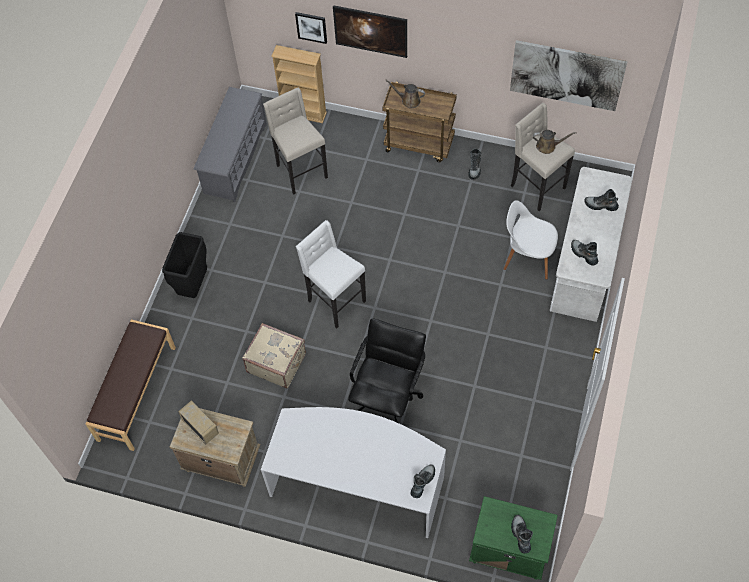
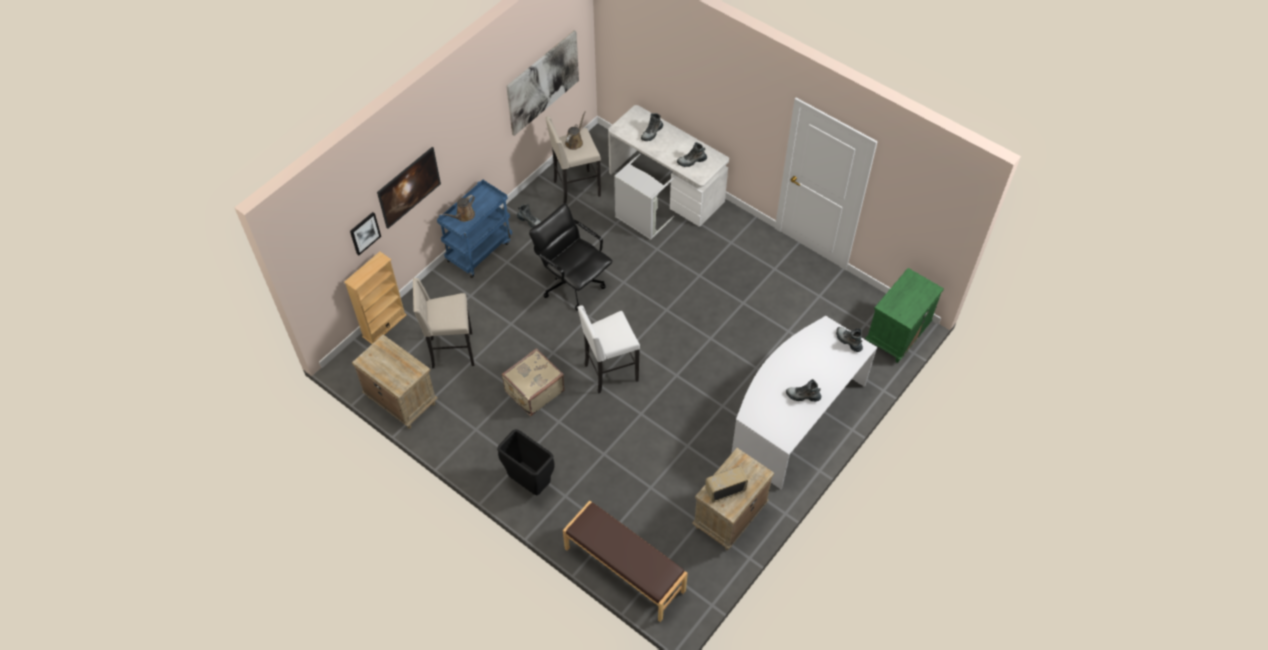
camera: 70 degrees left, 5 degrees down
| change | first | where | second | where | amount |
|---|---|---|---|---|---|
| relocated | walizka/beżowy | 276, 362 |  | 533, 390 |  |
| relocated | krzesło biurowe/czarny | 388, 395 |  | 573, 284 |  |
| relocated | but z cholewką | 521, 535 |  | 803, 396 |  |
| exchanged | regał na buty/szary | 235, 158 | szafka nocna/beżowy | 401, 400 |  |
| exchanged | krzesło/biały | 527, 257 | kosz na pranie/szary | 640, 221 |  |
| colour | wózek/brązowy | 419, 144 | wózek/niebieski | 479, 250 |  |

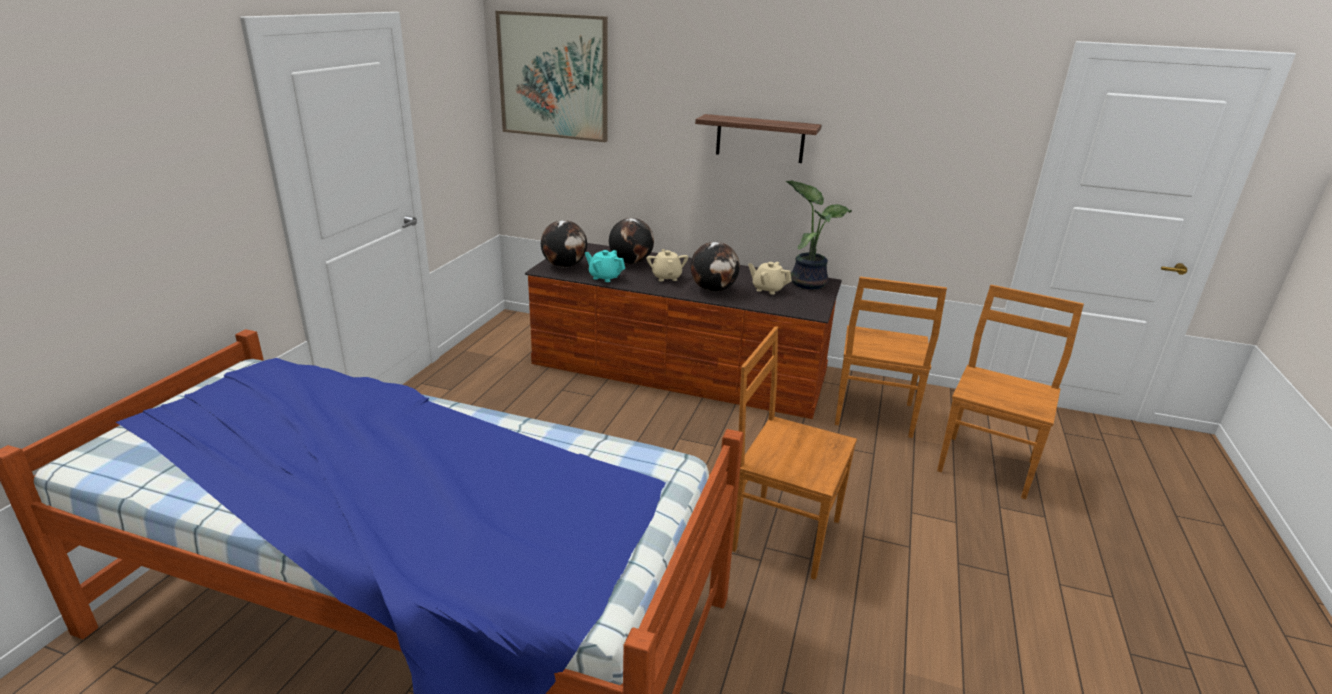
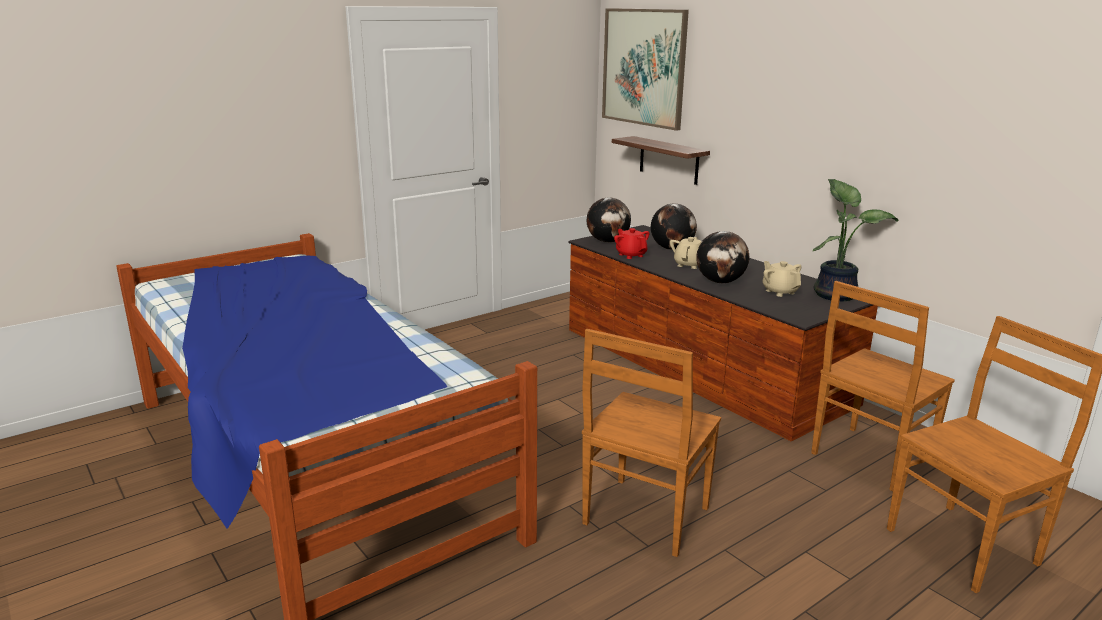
camera: 35 degrees right, 5 degrees down
| change | first | where | second | where | amount |
|---|---|---|---|---|---|
| relocated | półka | 760, 139 |  | 669, 160 |  |
| colour | imbryk/turkusowy | 605, 277 | imbryk/czerwony | 631, 255 |  |
| spun | krzesło/brązowy | 783, 533 |  | 644, 518 | 120 degrees counterclockwise |

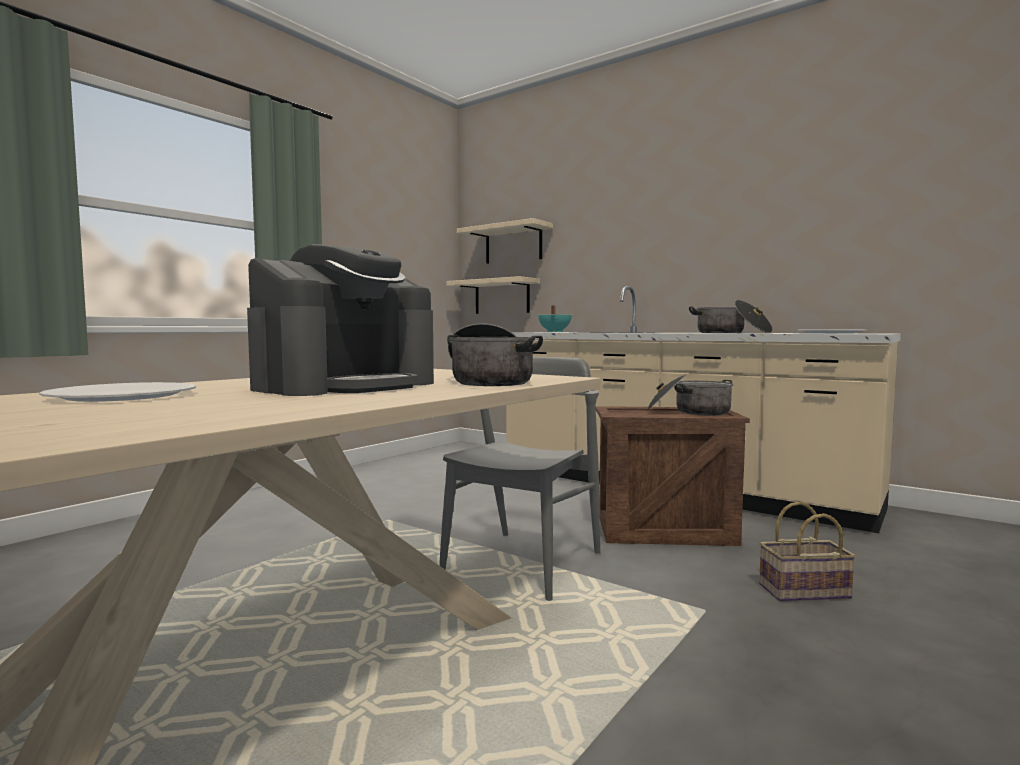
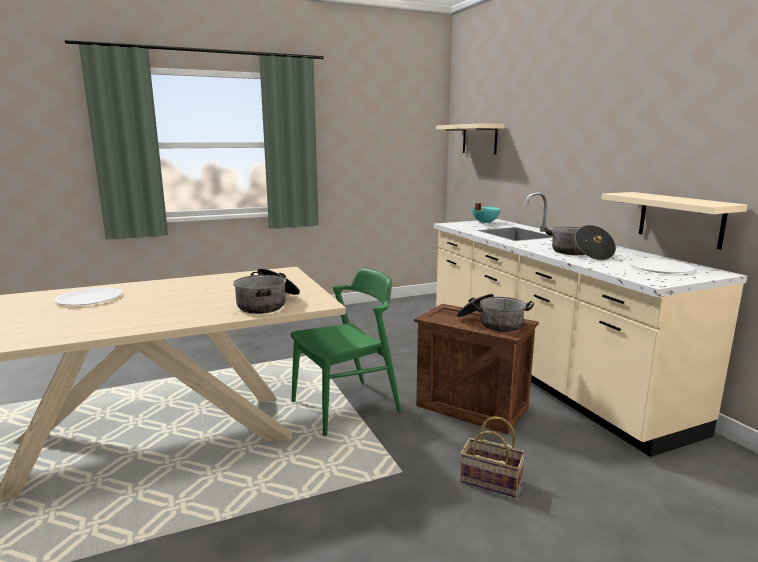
camera: 30 degrees right, 10 degrees up
| change | first | where | second | where | amount |
|---|---|---|---|---|---|
| missing | ekspres do kawy | 346, 386 |  |  |  |
| relocated | półka/beżowy | 502, 297 |  | 680, 219 |  |
| colour | krzesło/szary | 524, 563 | krzesło/zielony | 346, 407 |  |

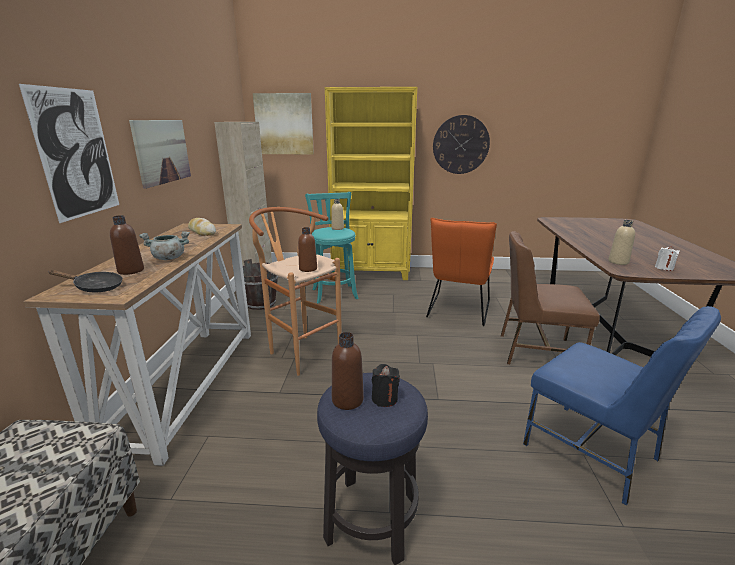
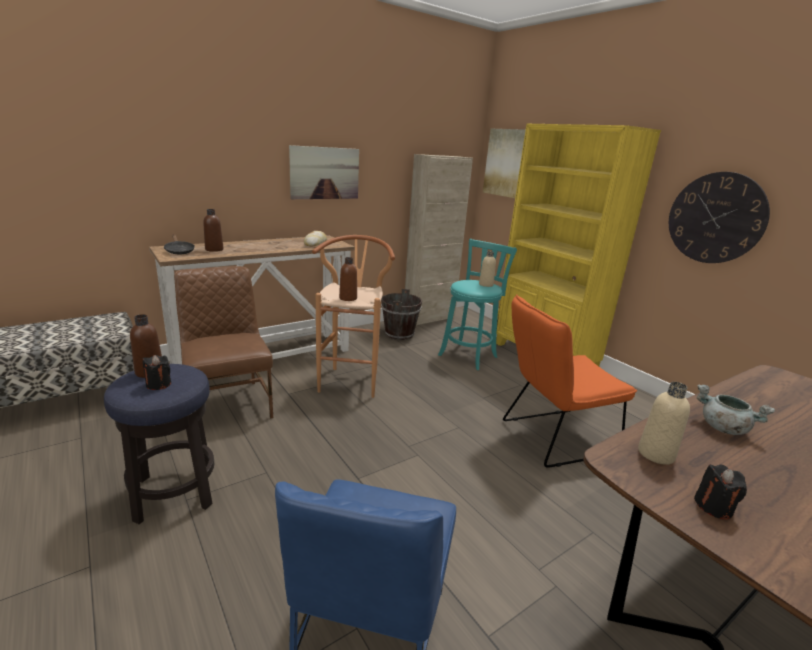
camera: 50 degrees right, 0 degrees up
| change | first | where | second | where | amount |
|---|---|---|---|---|---|
| missing | obraz | 76, 153 |  |  |  |
| relocated | garnek/szary | 169, 258 |  | 722, 428 |  |
| relocated | krzesło/brązowy | 536, 351 |  | 229, 404 |  |
| colour | świeca/biały | 664, 268 | świeca/czarny | 713, 507 |  |

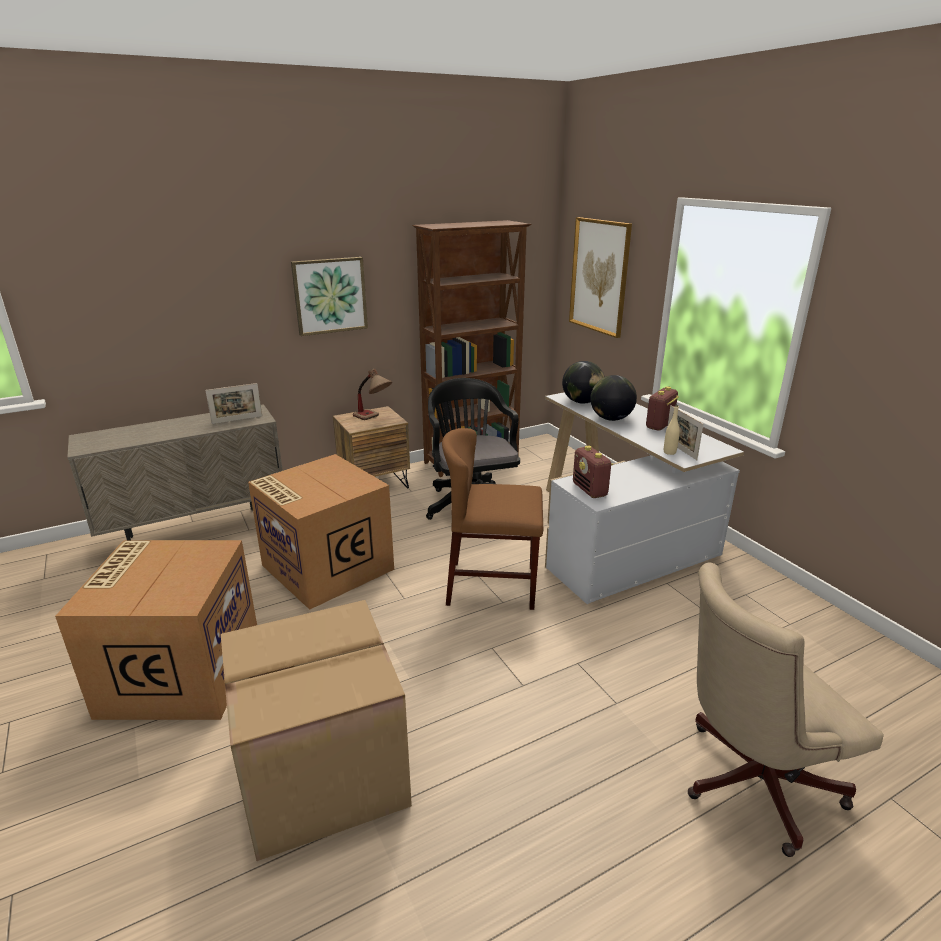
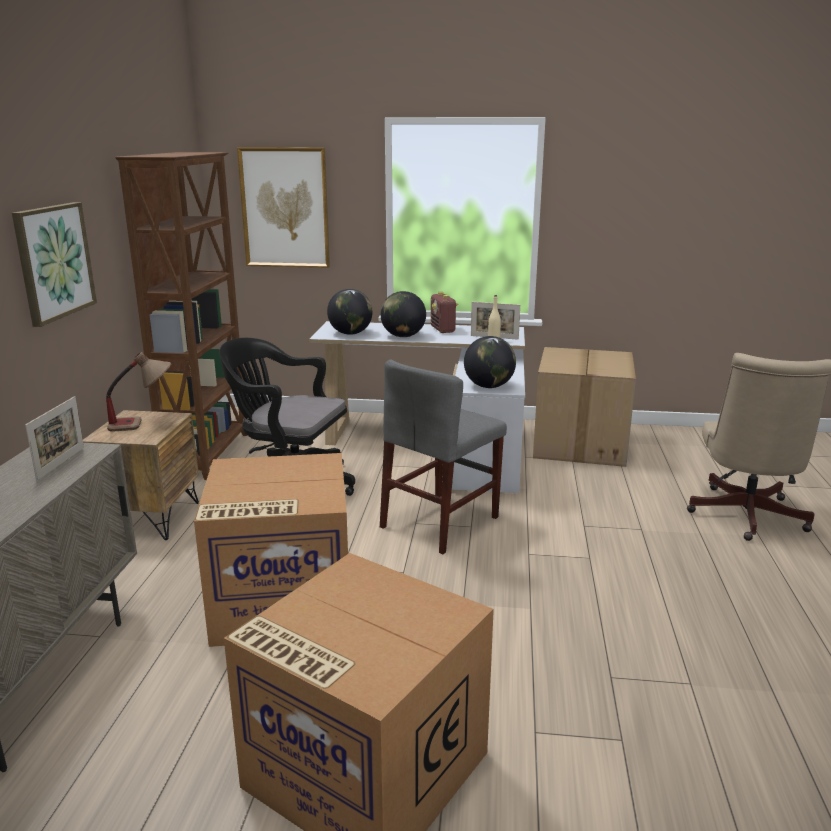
camera: 55 degrees left, 5 degrees down
| change | first | where | second | where | amount |
|---|---|---|---|---|---|
| relocated | karton | 320, 773 |  | 581, 445 |  |
| exchanged | radio | 590, 490 | globus | 488, 386 |  |
| colour | krzesło/brązowy | 492, 585 | krzesło/szary | 440, 522 |  |

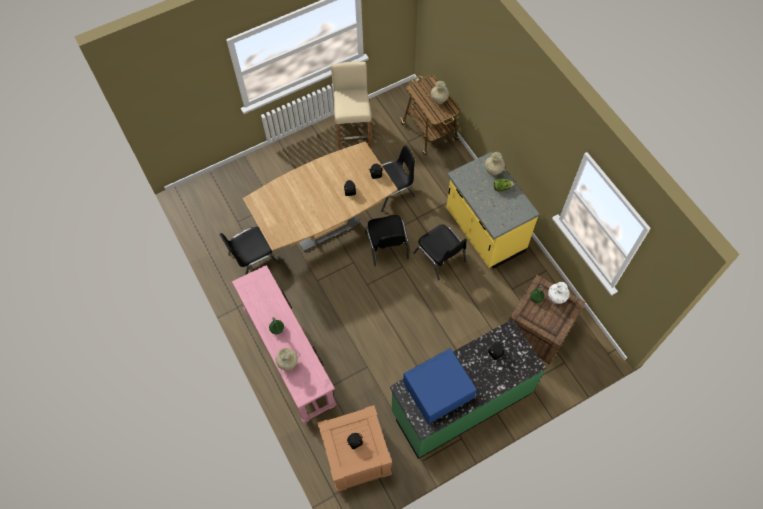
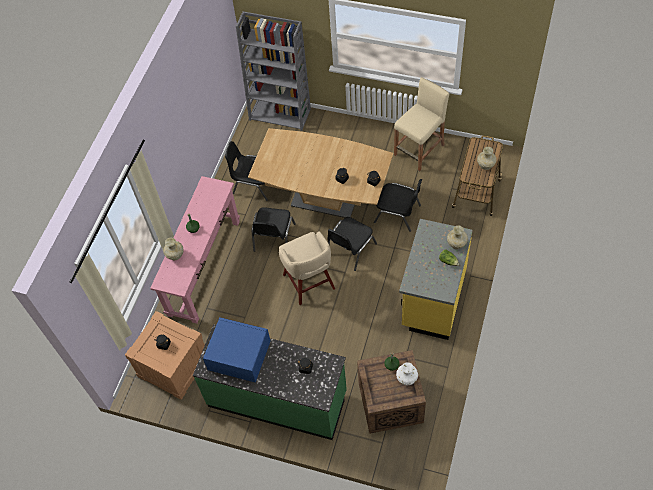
camera: 50 degrees right, 5 degrees down
| change | first | where | second | where | amount |
|---|---|---|---|---|---|
| appeared |  |  | regał/szary | 280, 114 |  |
| appeared |  |  | stołek/beżowy | 309, 283 |  |
| relocated | krzesło/czarny | 440, 257 |  | 273, 238 |  |

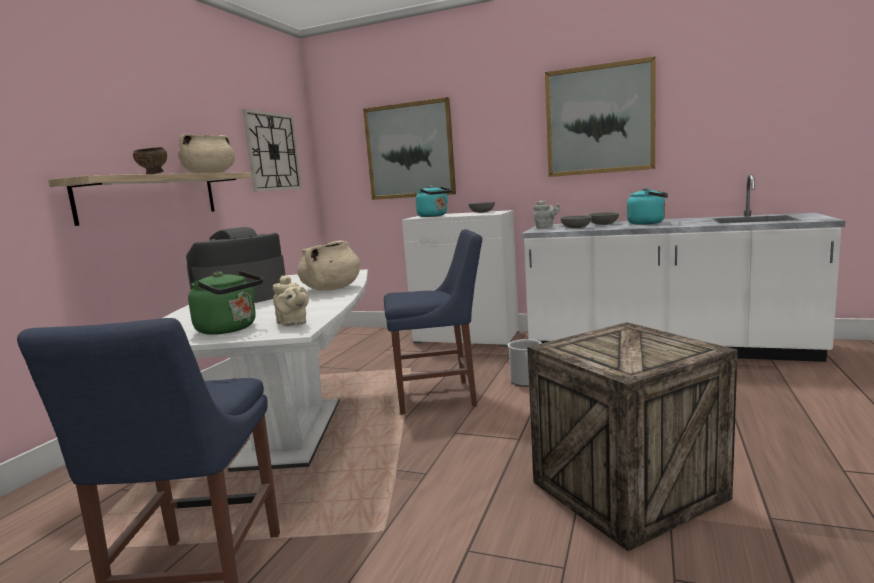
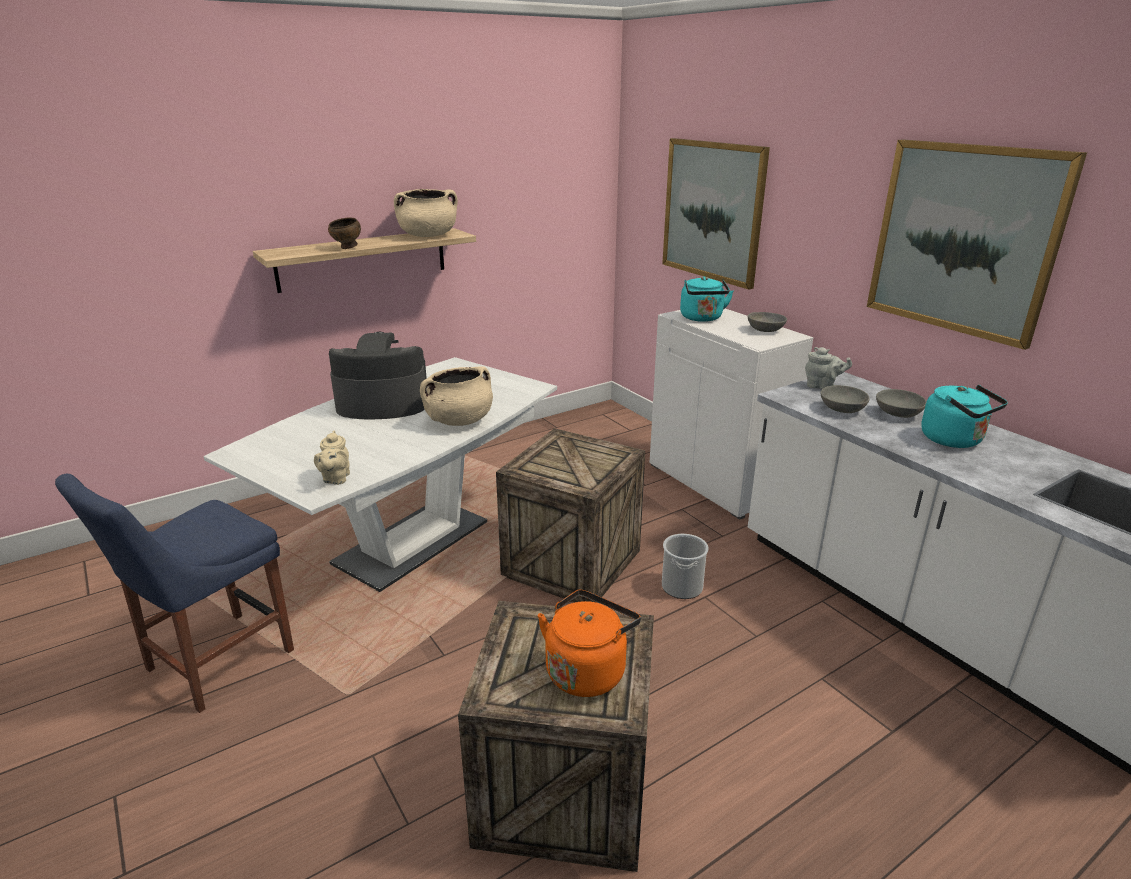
camera: 35 degrees right, 15 degrees up
| change | first | where | second | where | amount |
|---|---|---|---|---|---|
| missing | czajnik/zielony | 230, 329 |  |  |  |
| missing | zegar ścienny | 272, 152 |  |  |  |
| appeared |  |  | czajnik/pomarańczowy | 587, 670 |  |
| exchanged | krzesło/niebieski | 440, 397 | skrzynka | 573, 564 |  |

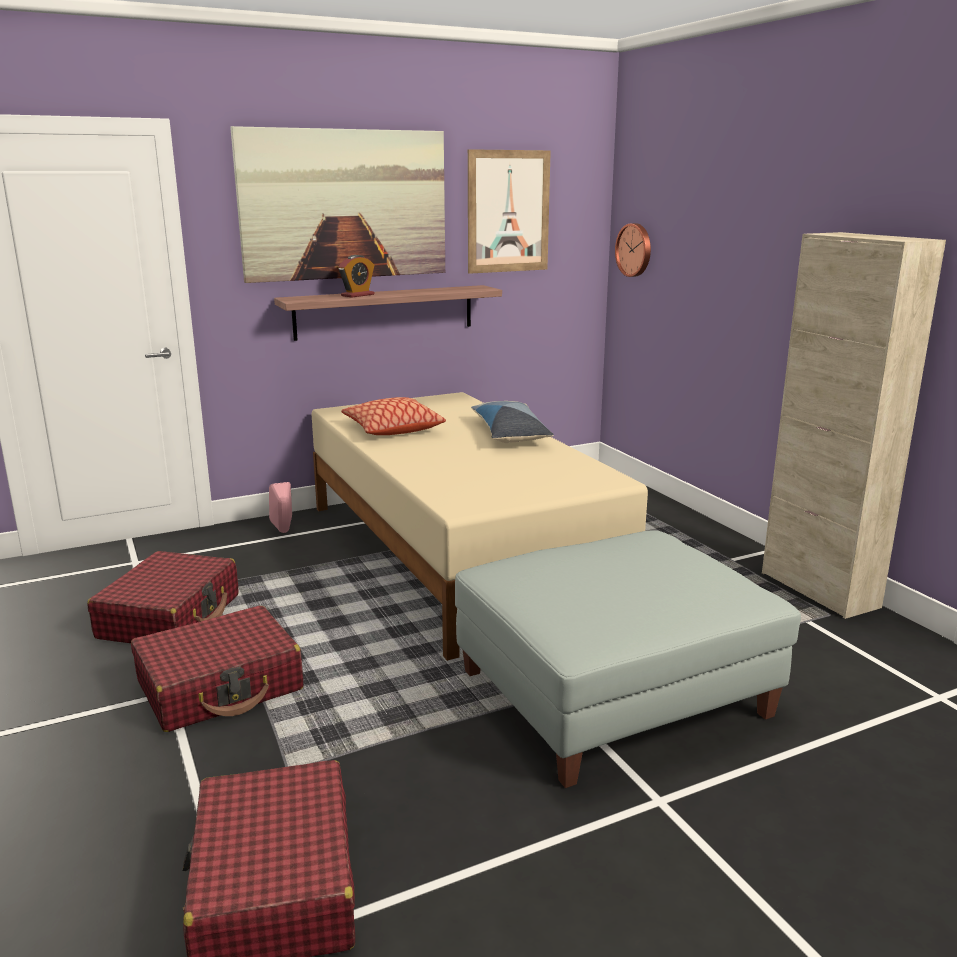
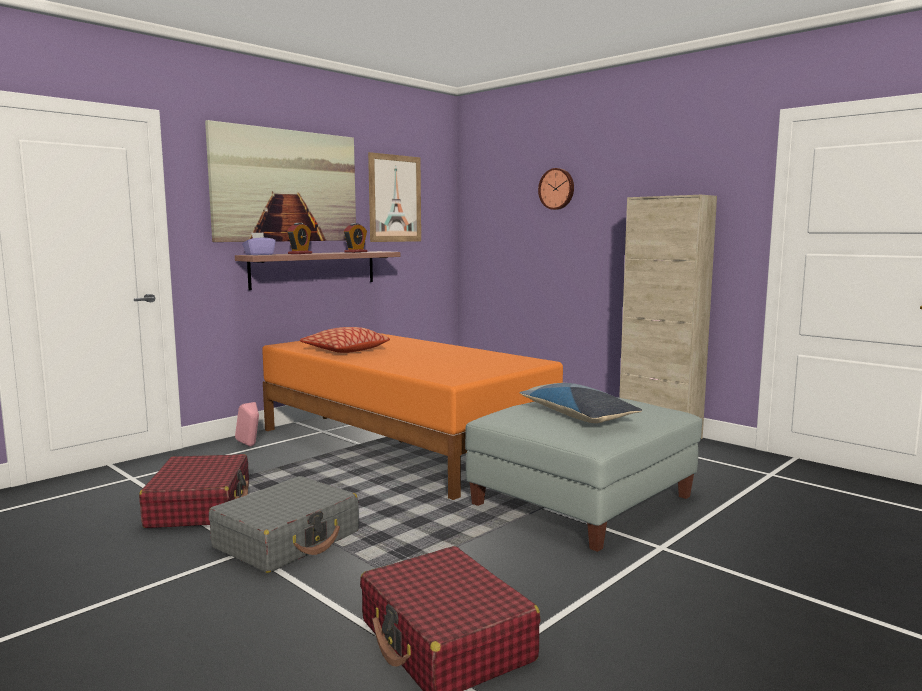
camera: 20 degrees left, 10 degrees down
| change | first | where | second | where | amount |
|---|---|---|---|---|---|
| appeared |  |  | pudełko chusteczek/fioletowy | 259, 254 |  |
| appeared |  |  | budzik | 356, 252 |  |
| relocated | poduszka | 510, 434 |  | 577, 415 |  |
| relocated | zegar ścienny | 635, 250 |  | 557, 189 |  |
| colour | walizka/czerwony | 221, 686 | walizka/szary | 287, 540 |  |
| colour | łóżko/beżowy | 458, 553 | łóżko/pomarańczowy | 403, 442 |  |

